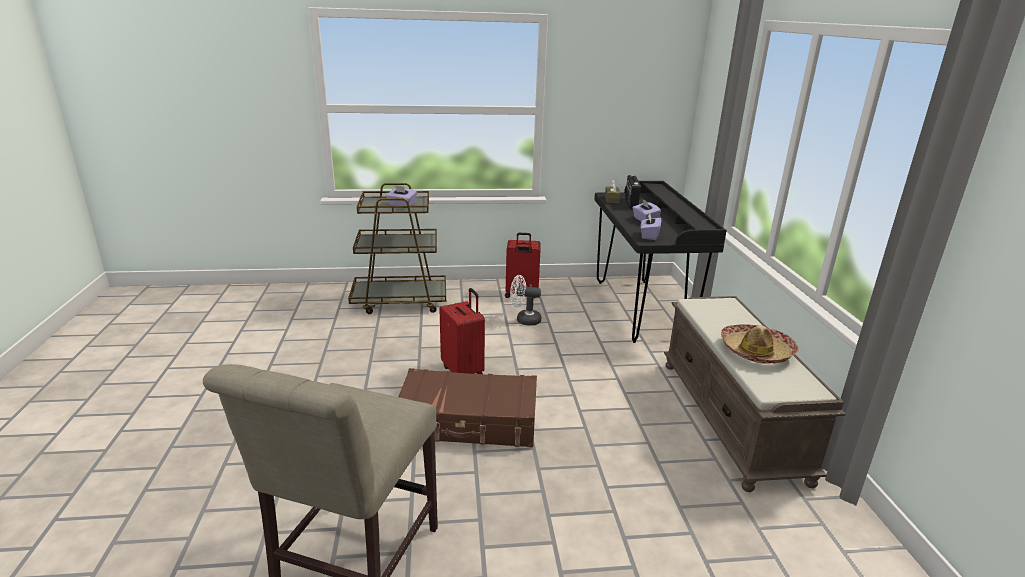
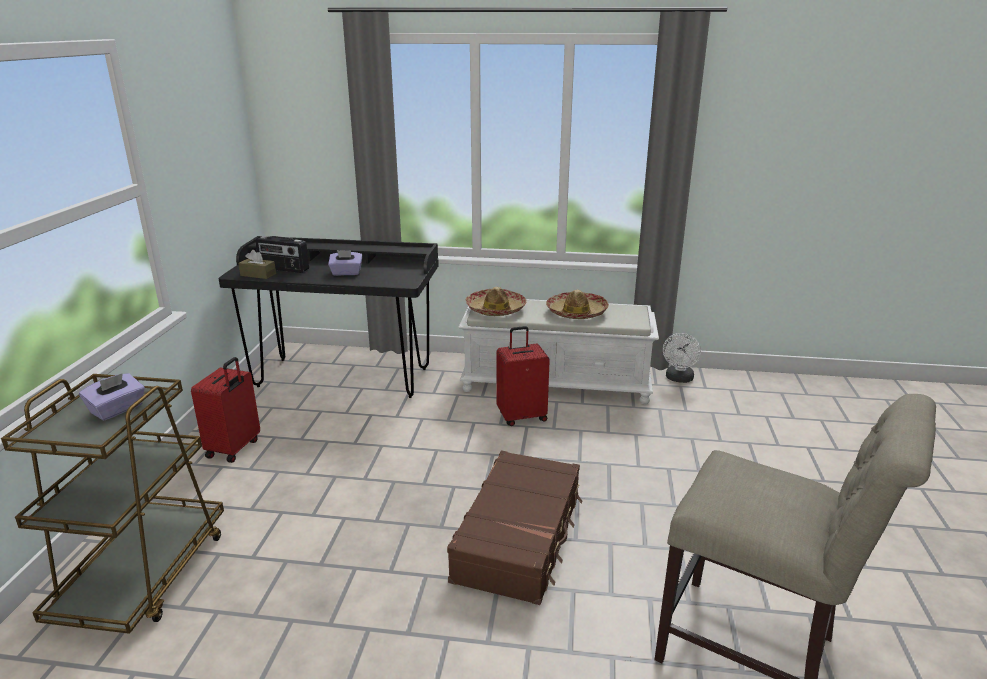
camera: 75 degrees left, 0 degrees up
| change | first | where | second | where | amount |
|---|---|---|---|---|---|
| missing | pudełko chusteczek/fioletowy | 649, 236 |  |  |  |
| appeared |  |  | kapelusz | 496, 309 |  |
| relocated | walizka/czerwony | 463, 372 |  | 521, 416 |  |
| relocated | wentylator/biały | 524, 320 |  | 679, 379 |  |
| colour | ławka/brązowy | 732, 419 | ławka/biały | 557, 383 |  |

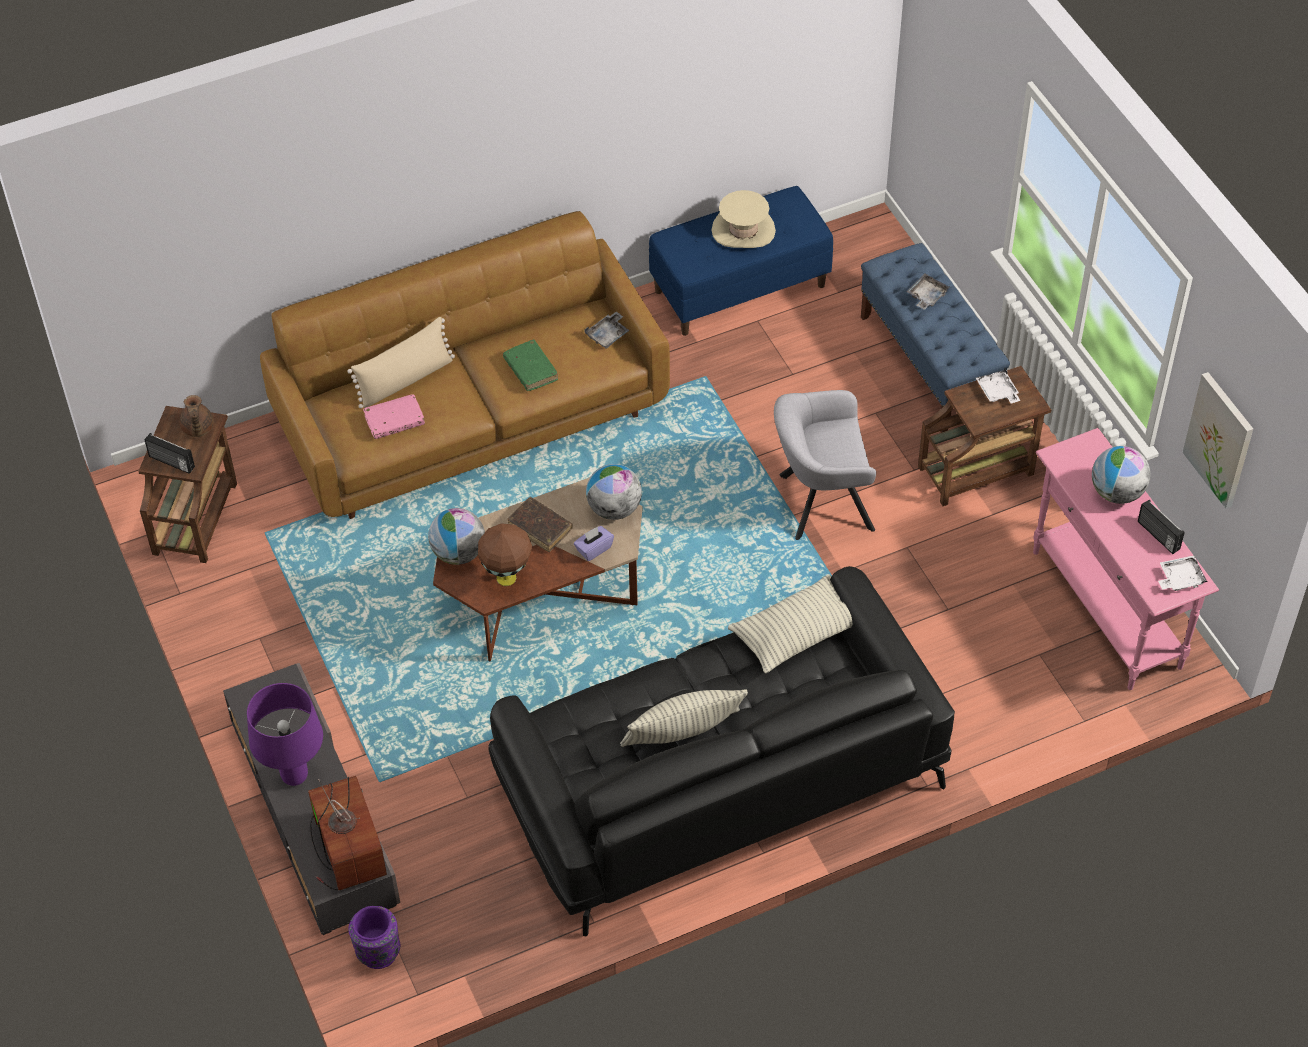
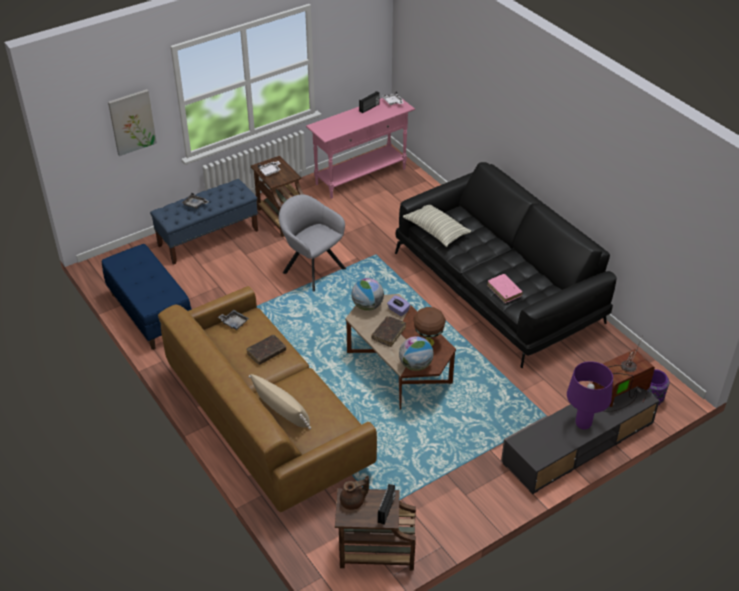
camera: 100 degrees left, 10 degrees down
| change | first | where | second | where | amount |
|---|---|---|---|---|---|
| missing | poduszka | 683, 735 |  |  |  |
| missing | kapelusz/beżowy | 743, 230 |  |  |  |
| missing | globus | 1116, 492 |  |  |  |
| relocated | książka/różowy | 394, 421 |  | 504, 291 |  |
| relocated | obraz | 1220, 439 |  | 132, 122 |  |
| colour | książka/zielony | 530, 370 | książka/brązowy | 266, 352 |  |
| spun | fotel/szary | 819, 502 |  | 312, 269 | 150 degrees clockwise |

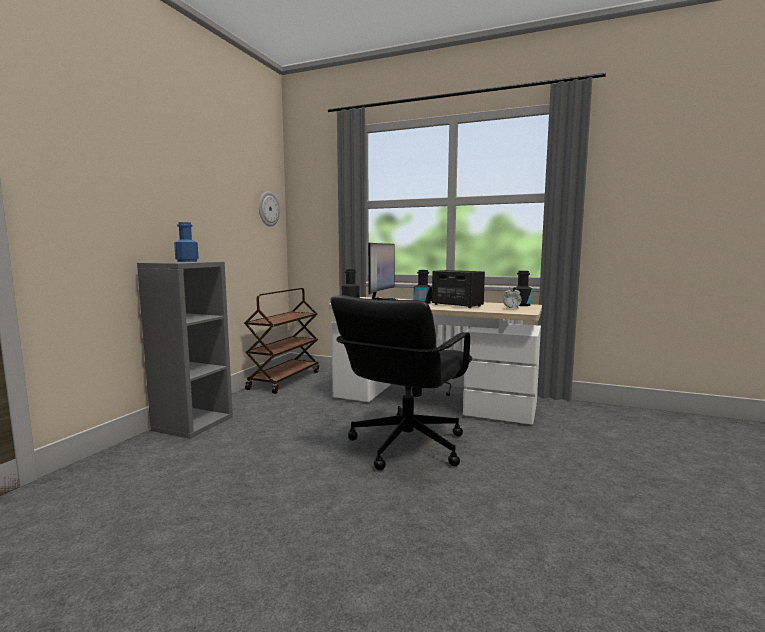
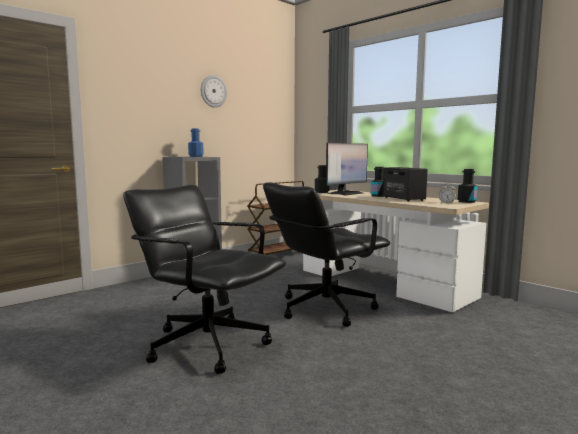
camera: 25 degrees right, 0 degrees up
| change | first | where | second | where | amount |
|---|---|---|---|---|---|
| appeared |  |  | krzesło biurowe/czarny | 208, 344 |  |
| relocated | zegar ścienny | 268, 209 |  | 213, 91 |  |

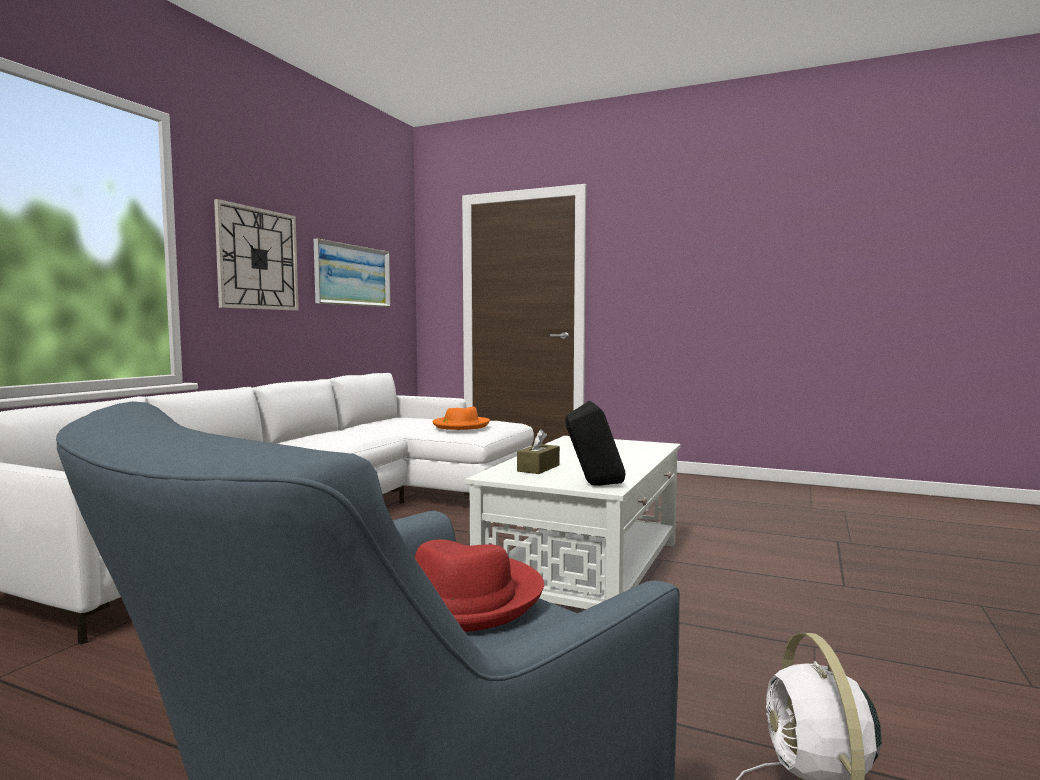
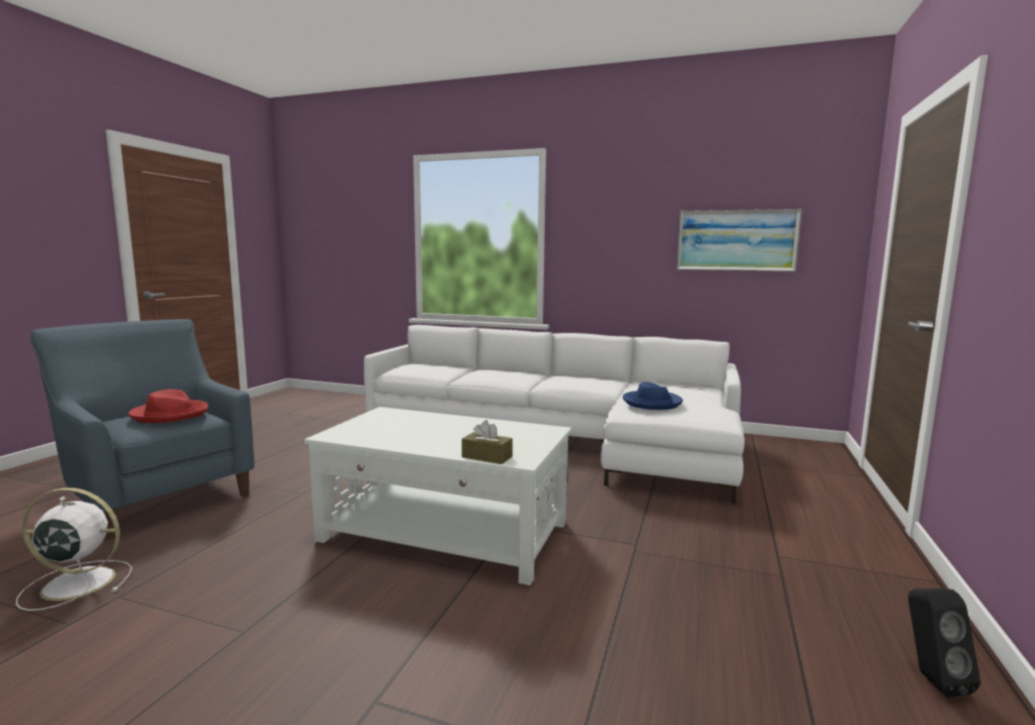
camera: 85 degrees right, 5 degrees up
| change | first | where | second | where | amount |
|---|---|---|---|---|---|
| missing | zegar ścienny | 257, 259 |  |  |  |
| relocated | pudełko chusteczek/brązowy | 538, 468 |  | 487, 457 |  |
| relocated | głośnik/czarny | 594, 485 |  | 931, 679 |  |
| colour | kapelusz/pomarańczowy | 460, 426 | kapelusz/niebieski | 652, 403 |  |

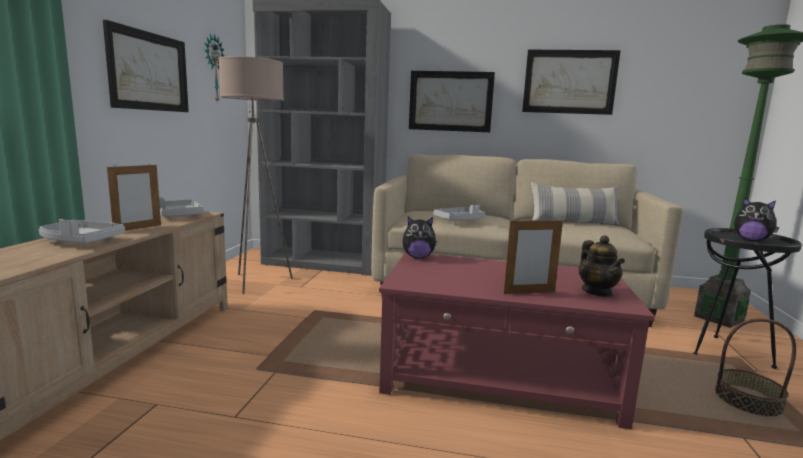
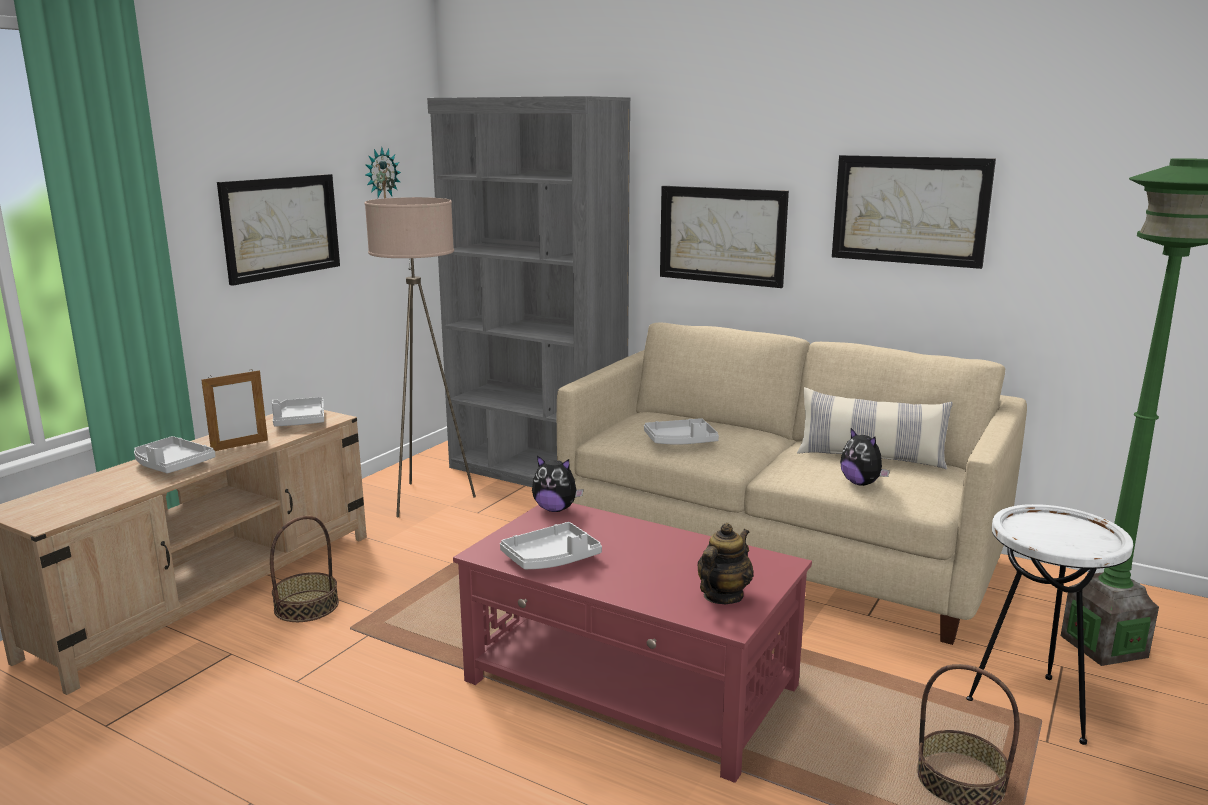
camera: 20 degrees right, 5 degrees up
| change | first | where | second | where | amount |
|---|---|---|---|---|---|
| missing | ramka na zdjęcie | 529, 292 |  |  |  |
| appeared |  |  | koszyk | 306, 606 |  |
| appeared |  |  | taca/szary | 551, 559 |  |
| relocated | pluszak | 751, 240 |  | 861, 483 |  |
| colour | stolik/czarny | 727, 352 | stolik/biały | 1033, 706 |  |
| spun | imbryk | 597, 292 |  | 722, 596 | 150 degrees counterclockwise |

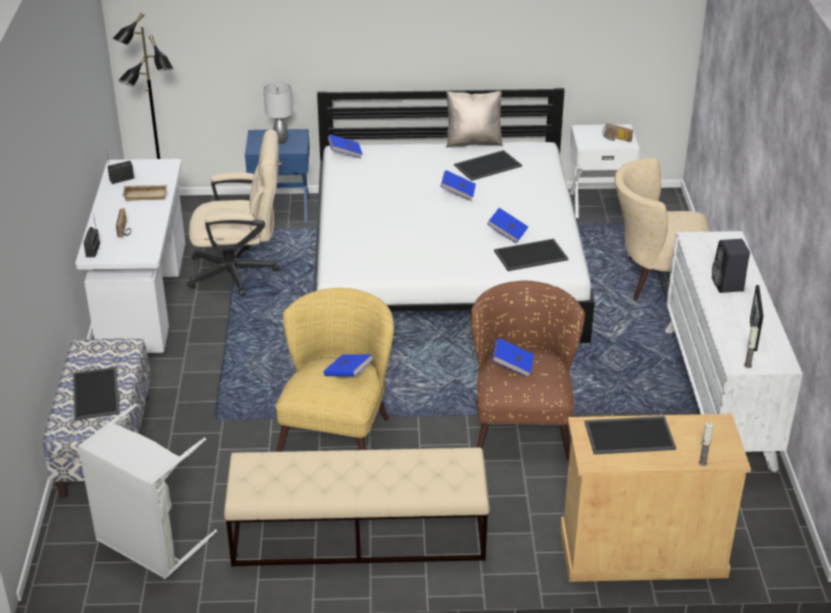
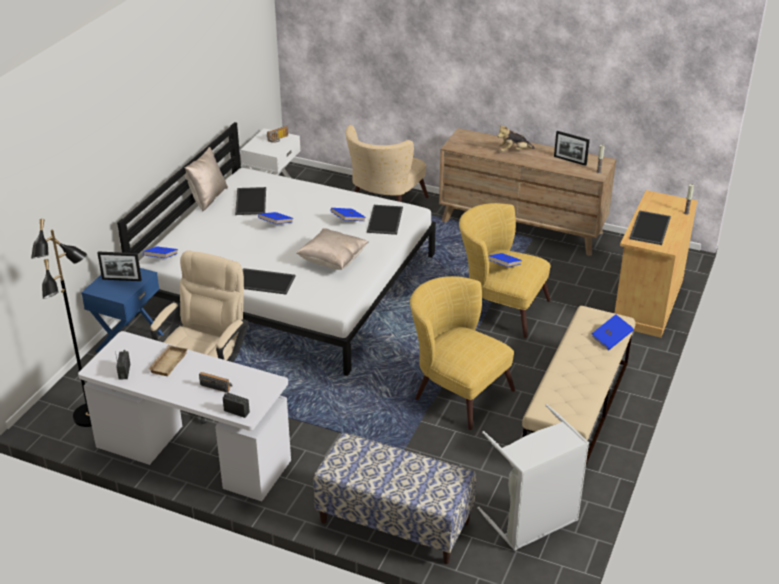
camera: 65 degrees left, 0 degrees up
| change | first | where | second | where | amount |
|---|---|---|---|---|---|
| appeared |  |  | poduszka/beżowy | 332, 261 |  |
| relocated | taca | 97, 394 |  | 265, 281 |  |
| relocated | książka/niebieski | 348, 374 |  | 611, 339 |  |
| exchanged | lampa stołowa/szary | 281, 141 | ramka na zdjęcie | 121, 279 |  |
| exchanged | głośnik/czarny | 728, 285 | pluszak | 513, 151 |  |
| colour | fotel/brązowy | 521, 422 | fotel/żółty | 499, 308 |  |
| colour | komoda/biały | 718, 396 | komoda/brązowy | 522, 227 |  |

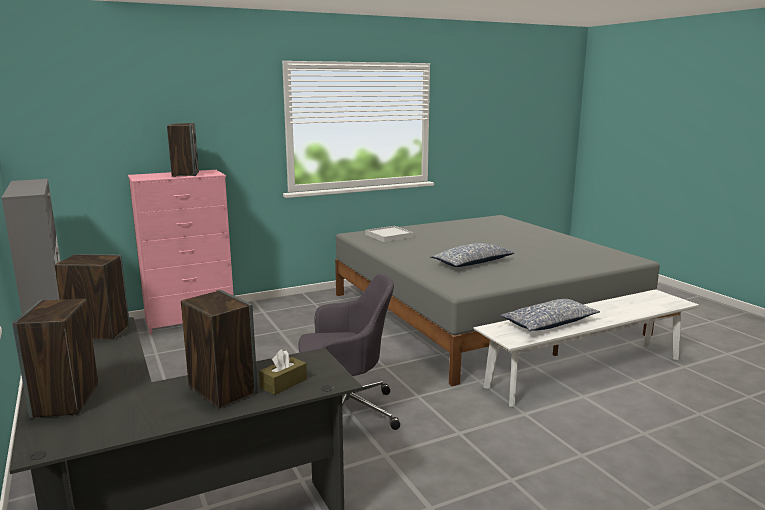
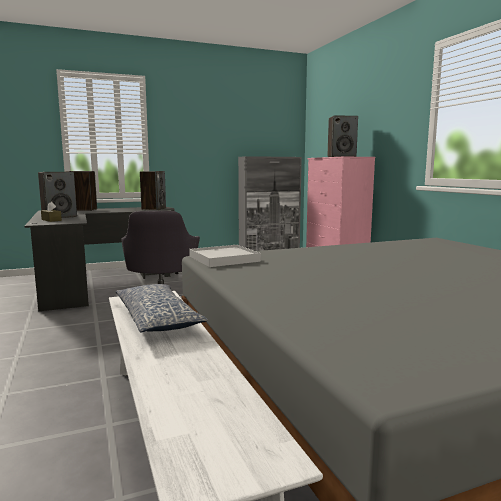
camera: 95 degrees right, 5 degrees down
| change | first | where | second | where | amount |
|---|---|---|---|---|---|
| missing | poduszka | 473, 263 |  |  |  |
| relocated | taca/biały | 389, 236 |  | 224, 259 |  |

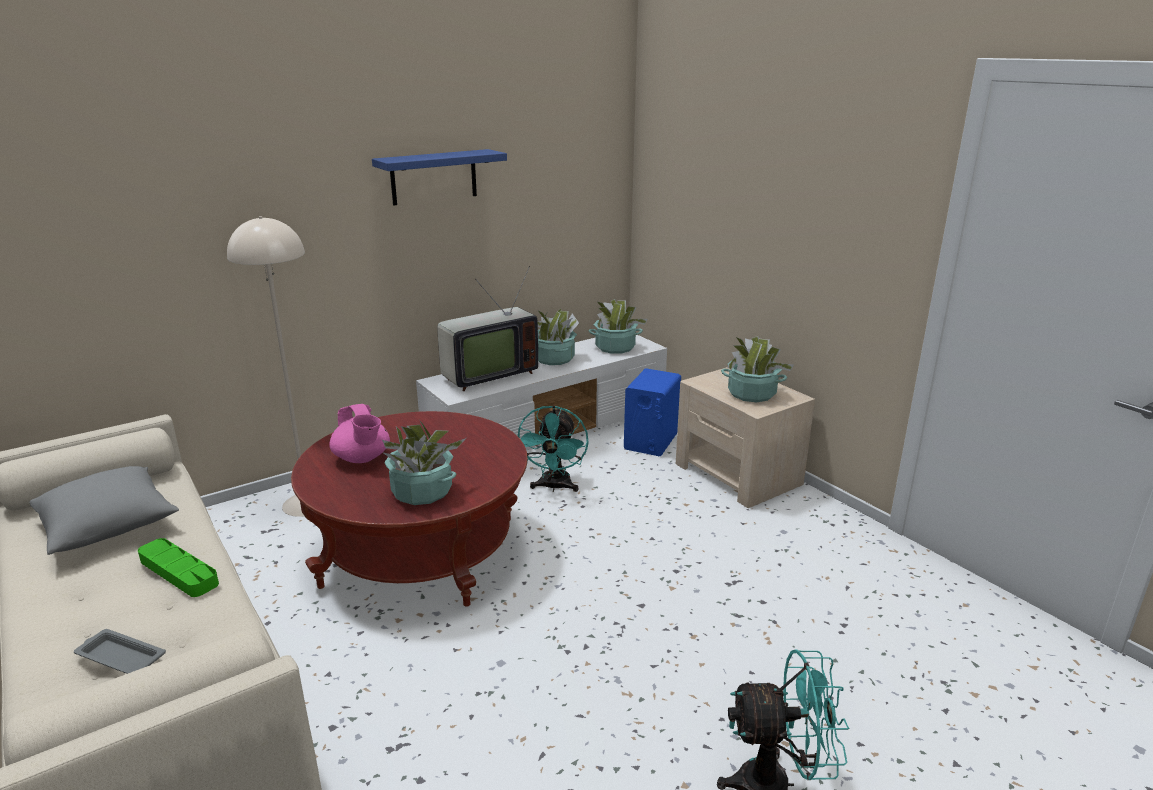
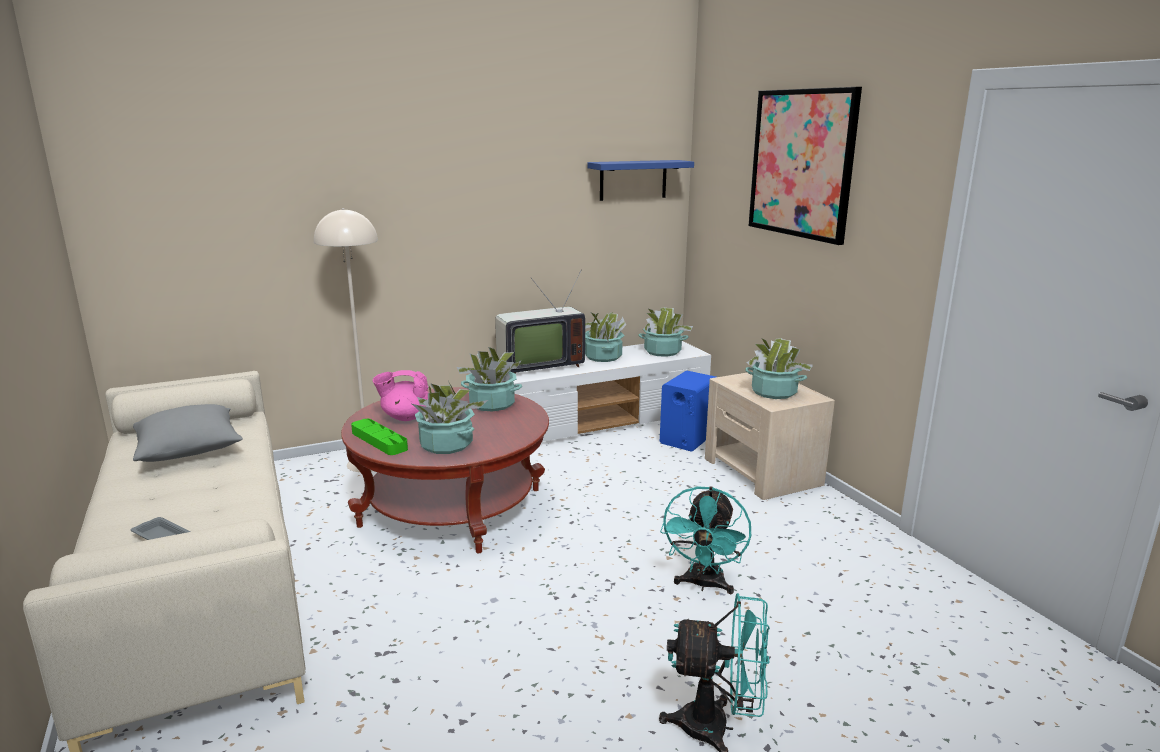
camera: 10 degrees right, 5 degrees down
| change | first | where | second | where | amount |
|---|---|---|---|---|---|
| appeared |  |  | roślina doniczkowa | 492, 404 |  |
| appeared |  |  | obraz | 801, 163 |  |
| relocated | taca/zielony | 179, 572 |  | 379, 441 |  |
| relocated | półka/niebieski | 434, 177 |  | 633, 180 |  |
| relocated | wentylator/turkusowy | 554, 487 |  | 703, 585 |  |
| spun | imbryk/różowy | 362, 458 |  | 406, 417 | 105 degrees clockwise |

